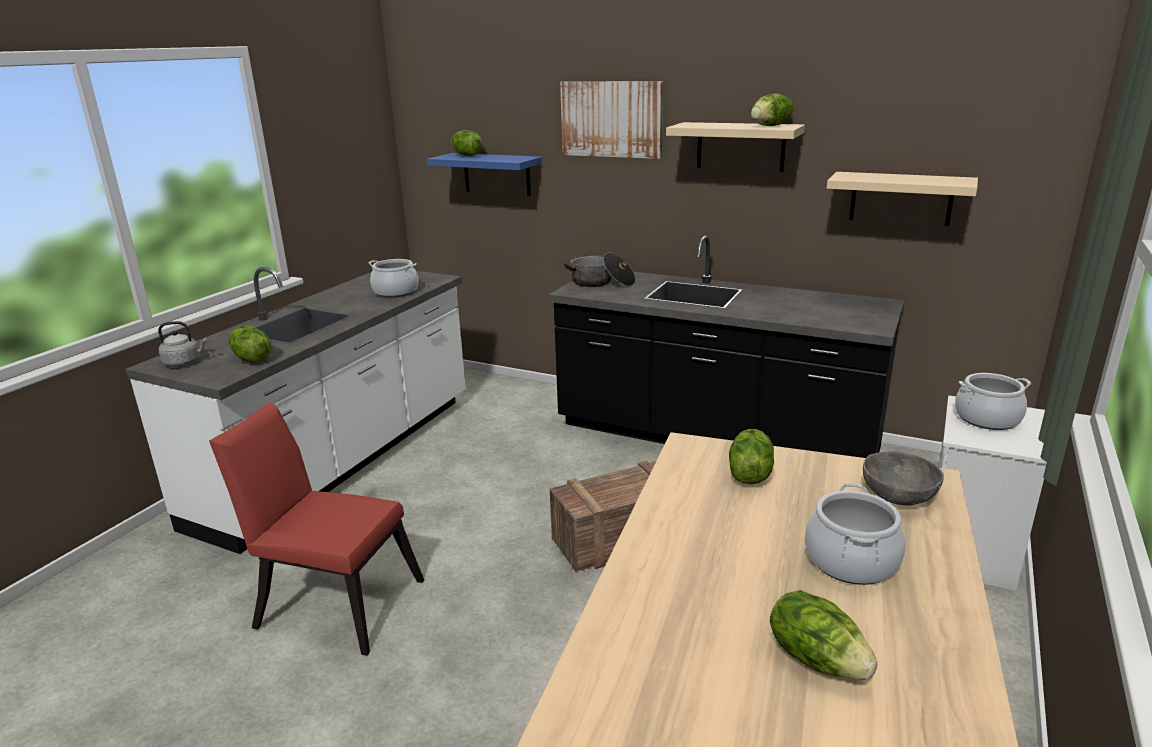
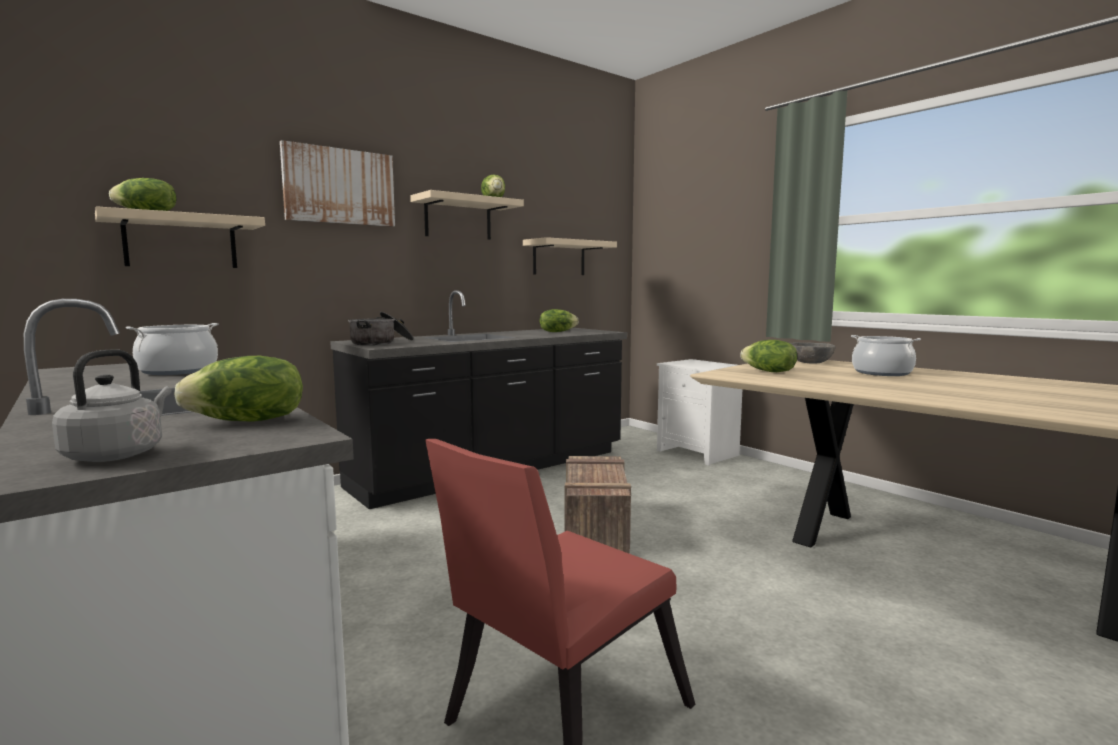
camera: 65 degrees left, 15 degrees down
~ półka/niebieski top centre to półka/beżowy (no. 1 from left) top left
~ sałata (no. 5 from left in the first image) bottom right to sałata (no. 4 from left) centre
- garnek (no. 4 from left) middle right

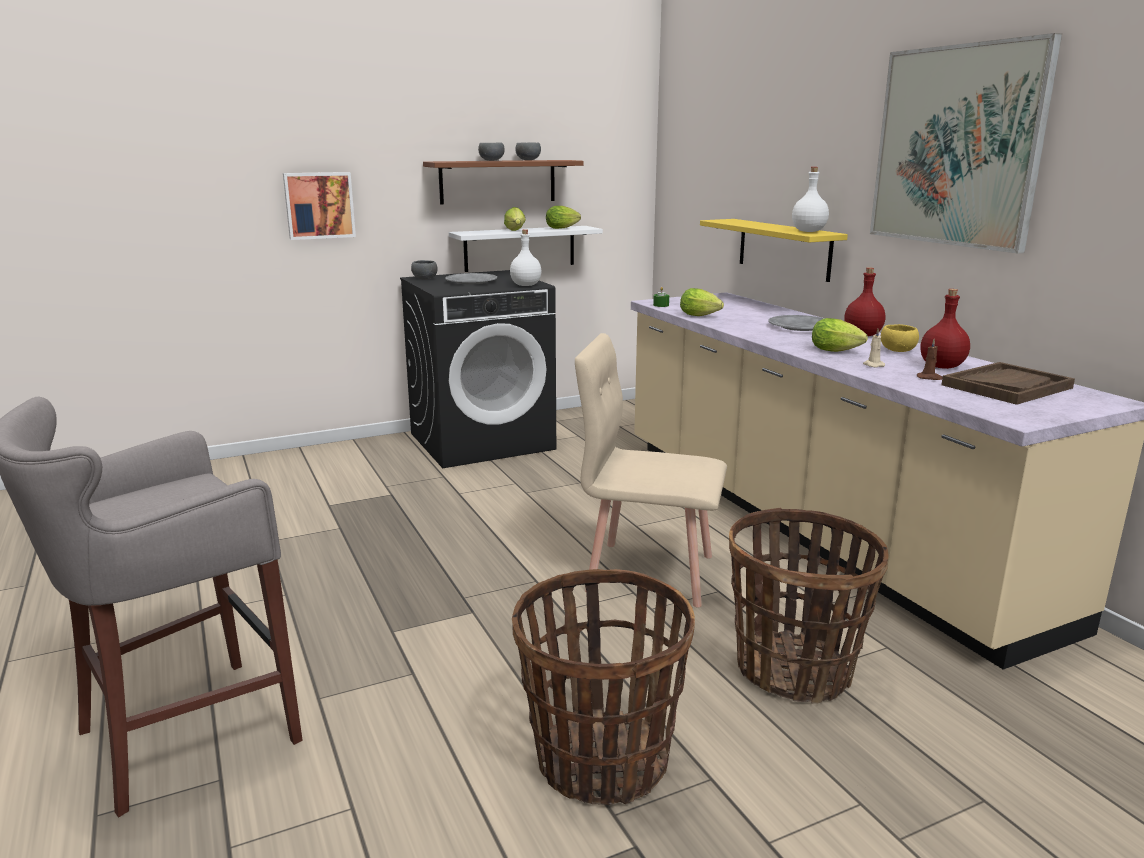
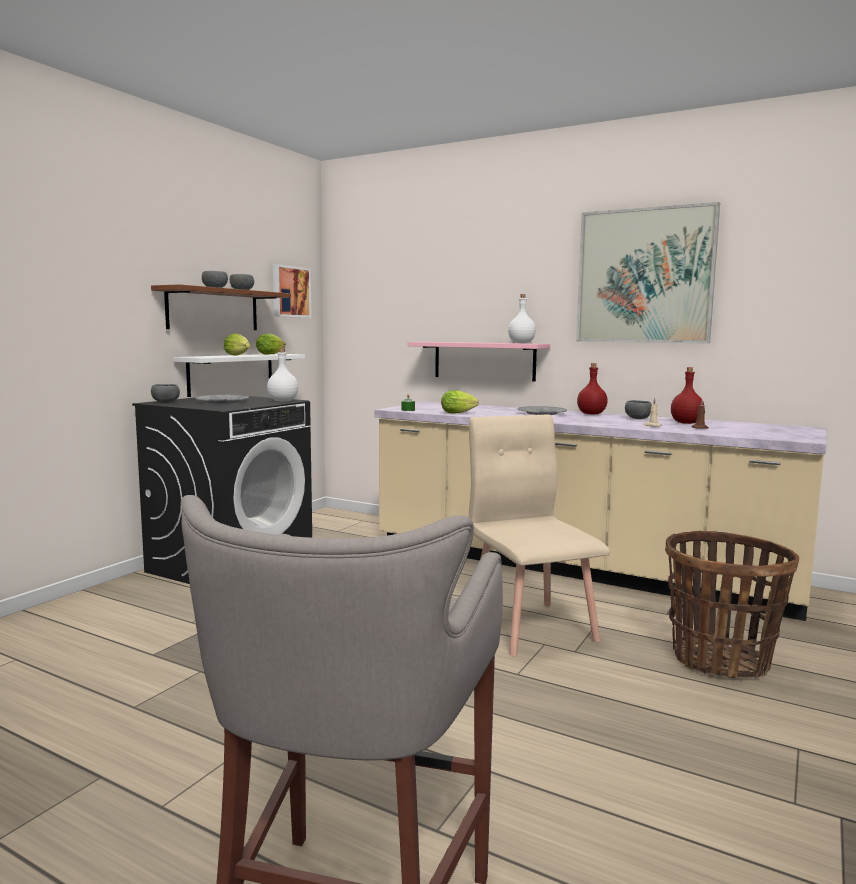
camera: 35 degrees left, 10 degrees down
~ obraz (no. 1 from left) top left to top centre
- koszyk (no. 1 from left) bottom centre
~ krzesło/beżowy centre = centre 90 degrees clockwise
~ półka/żółty top right to półka/różowy centre
- sałata (no. 4 from left) middle right
~ miska/żółty middle right to miska/szary (no. 4 from left) middle right
- taca/brązowy middle right

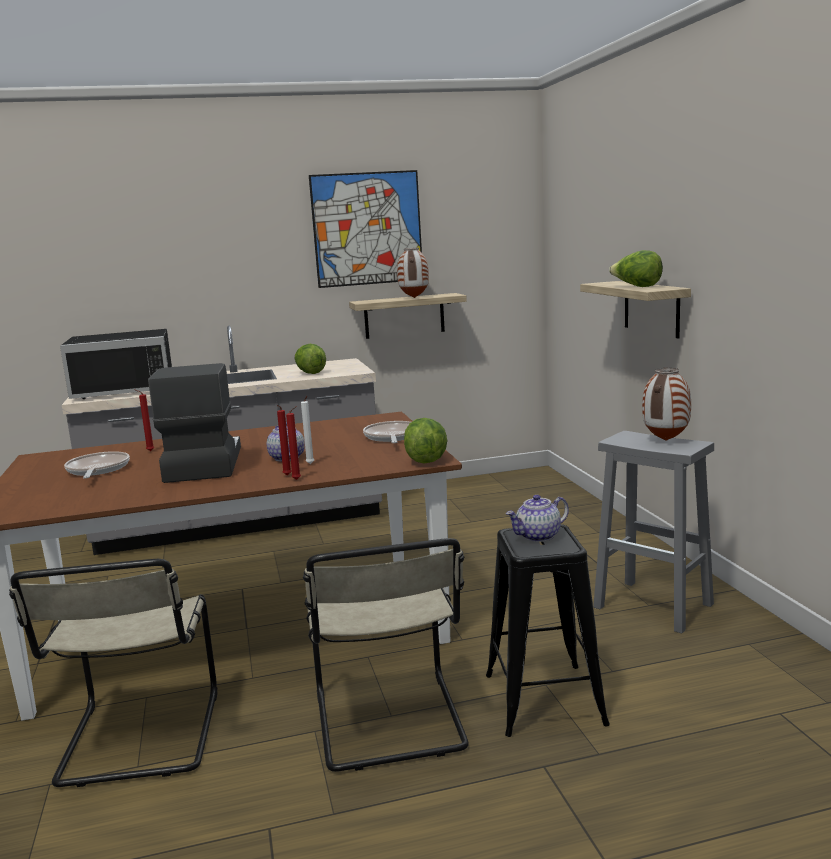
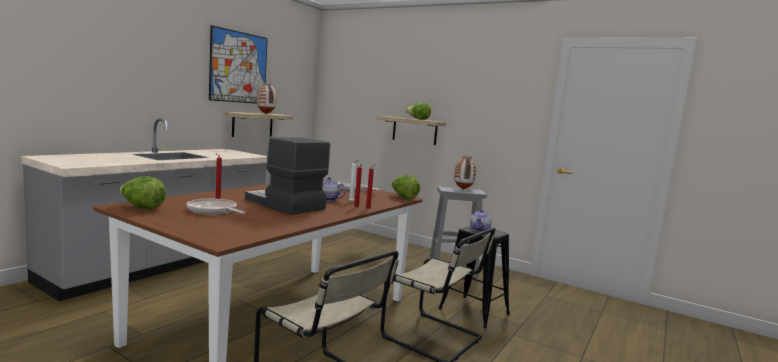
camera: 45 degrees left, 5 degrees down
- mikrofalówka/czarny middle left
~ sałata (no. 1 from left) centre to middle left

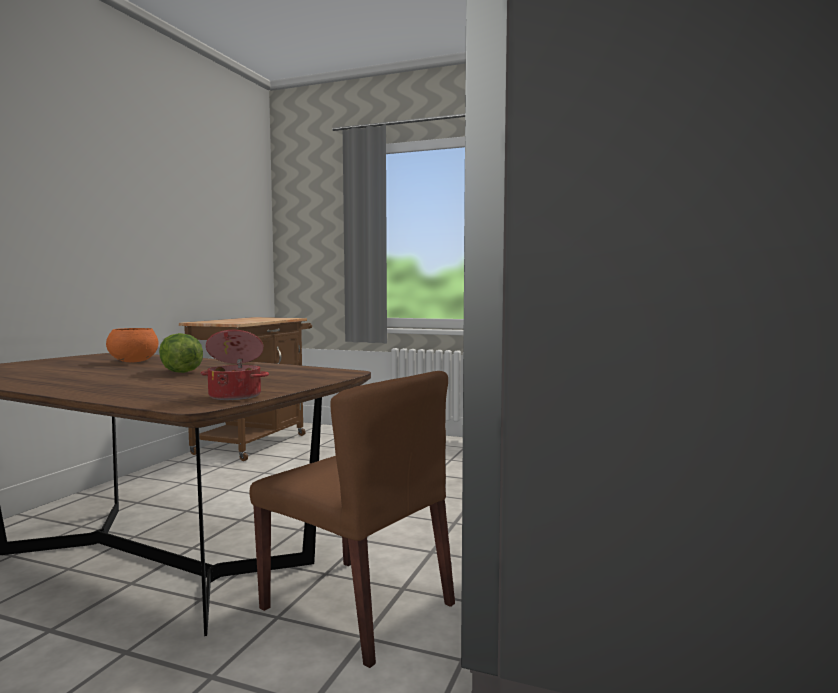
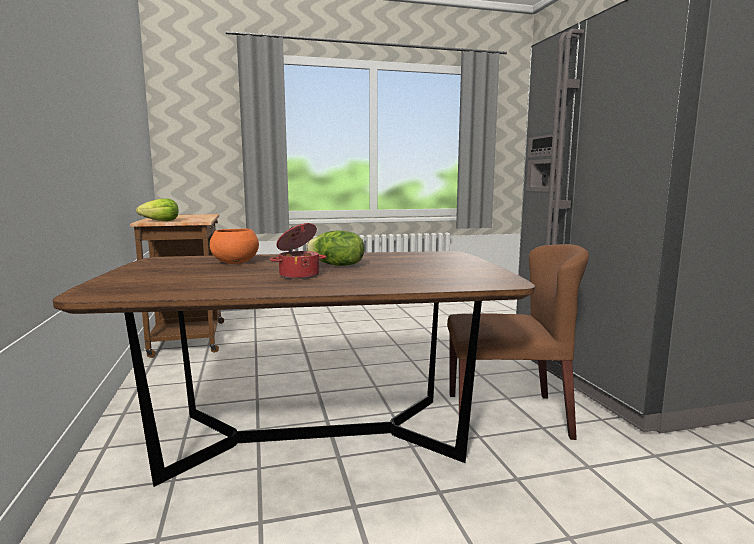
camera: 35 degrees left, 5 degrees up
~ garnek middle left to centre
+ sałata (no. 1 from left) middle left

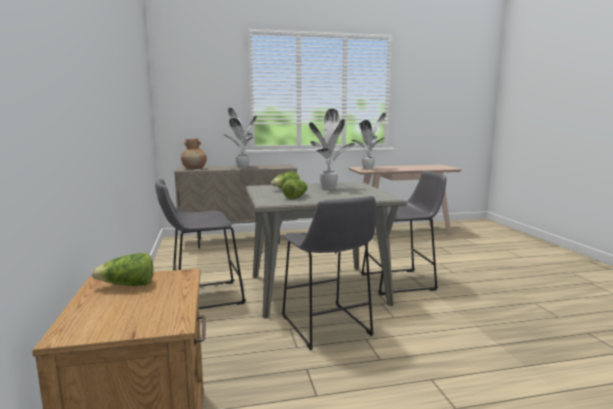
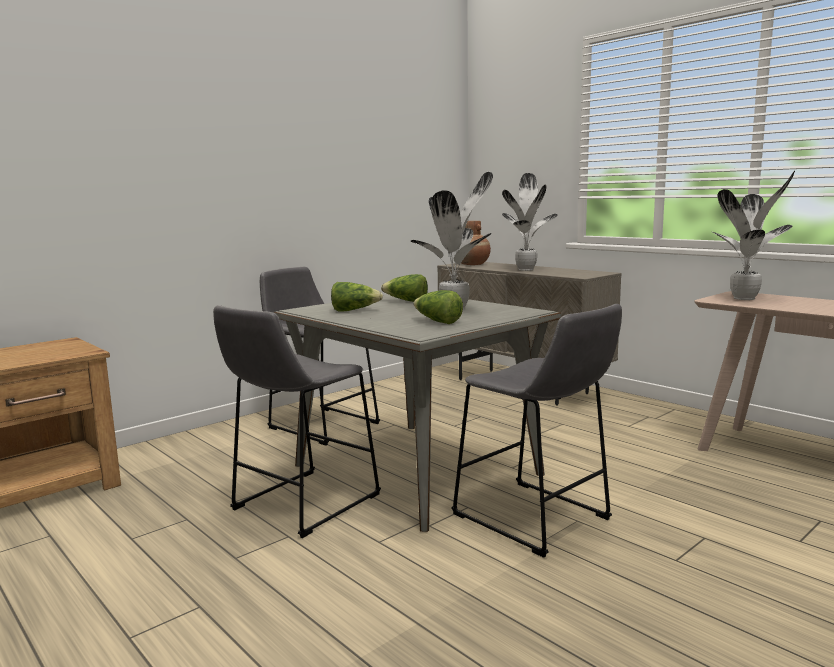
camera: 60 degrees right, 0 degrees up
~ sałata (no. 1 from left in the first image) middle left to sałata (no. 3 from left) centre

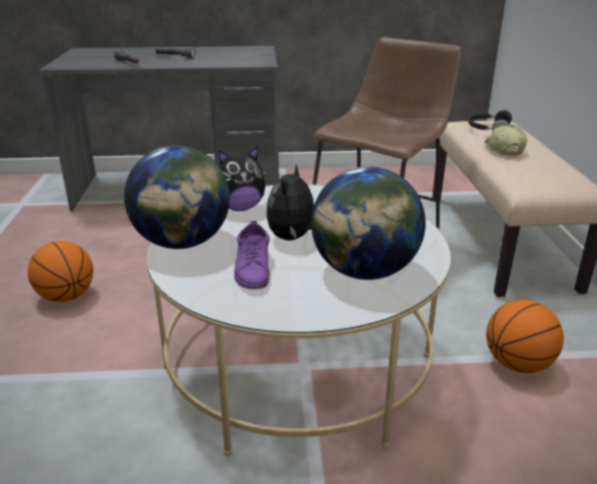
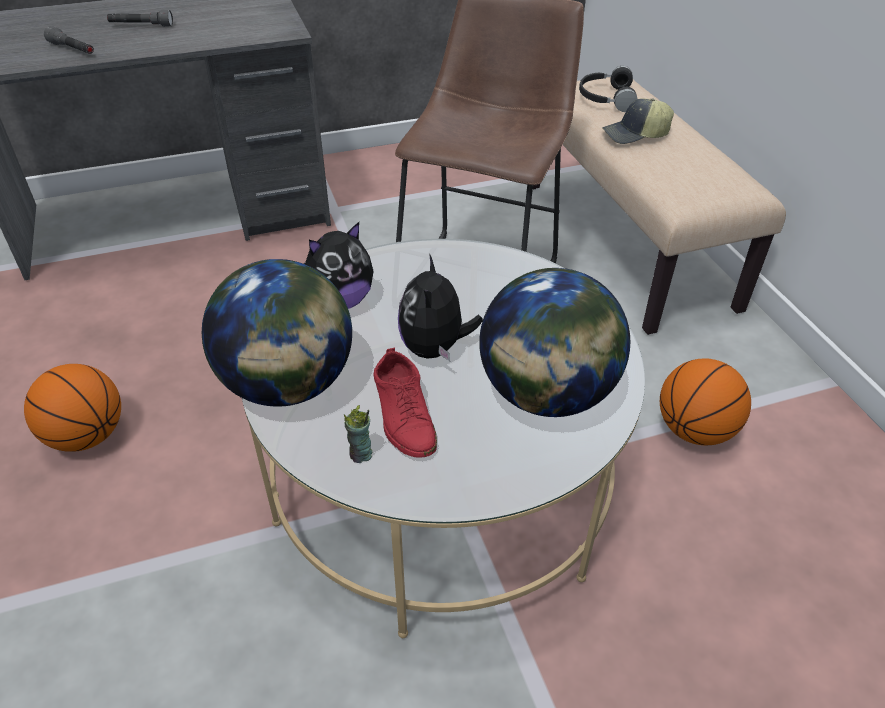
camera: 15 degrees left, 15 degrees up
~ but/fioletowy centre to but/czerwony centre
~ czapka z daszkiem top right = top right 90 degrees counterclockwise
+ filiżanka centre

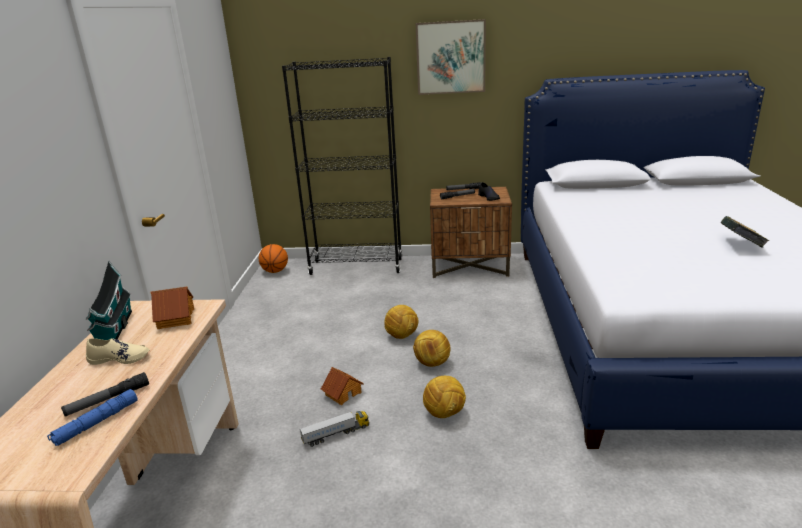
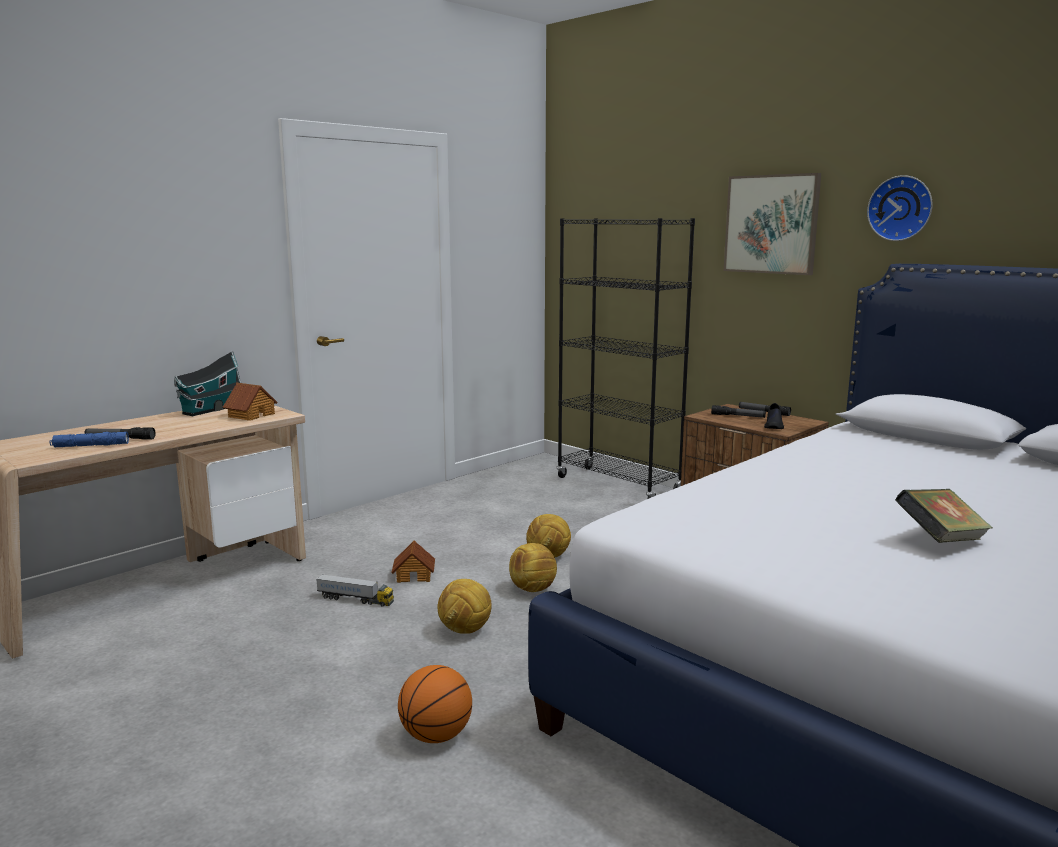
camera: 40 degrees right, 10 degrees down
- but/beżowy middle left
~ piłka do koszykówki centre to bottom centre
+ zegar ścienny top right

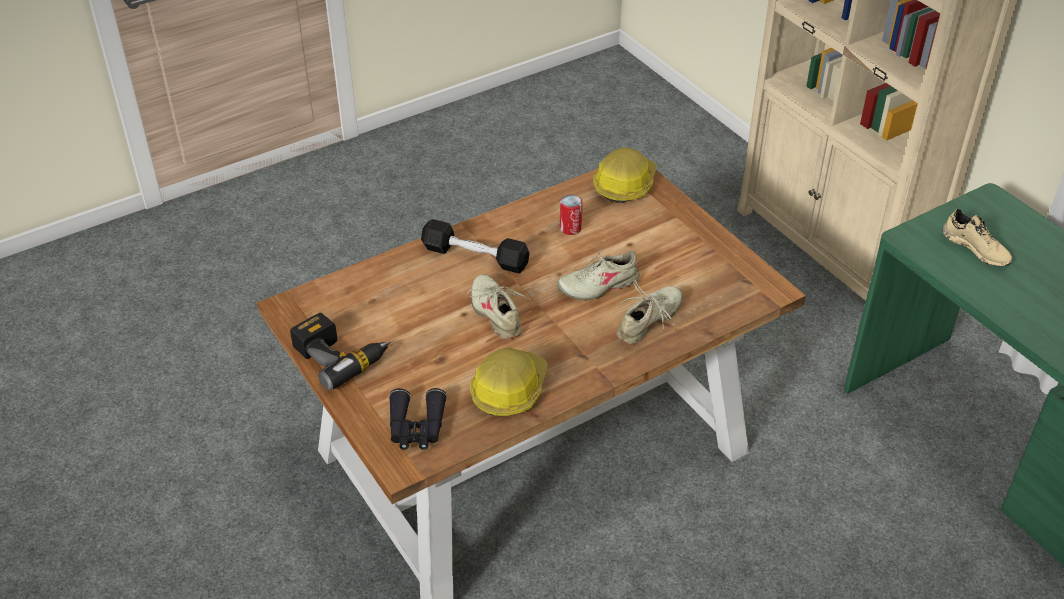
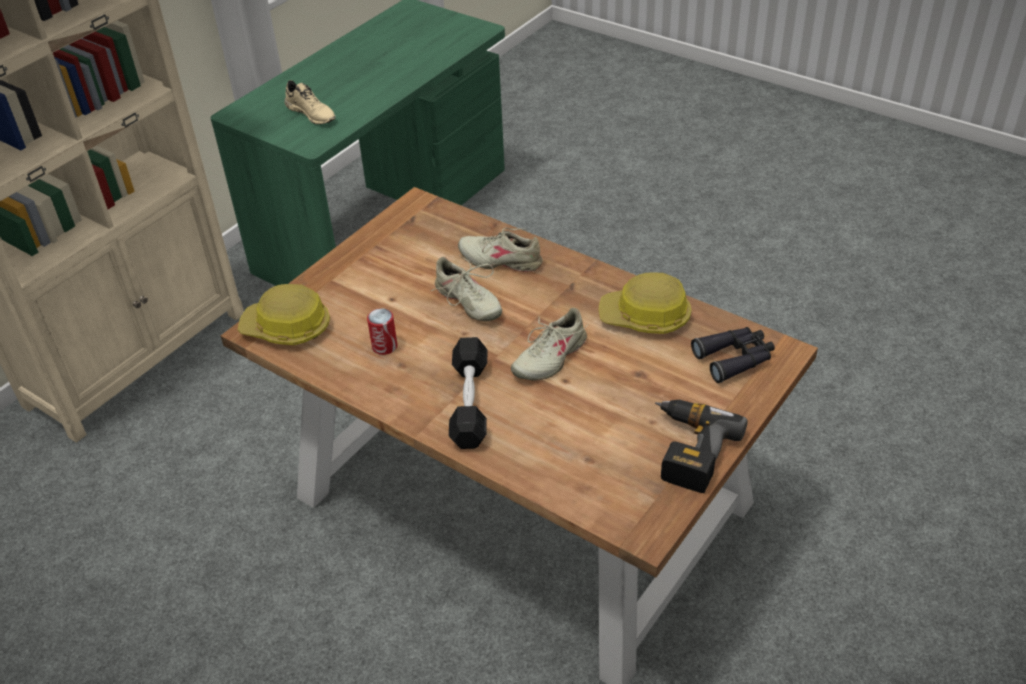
camera: 110 degrees left, 0 degrees up
~ but/beżowy (no. 4 from left in the first image) middle right = top left 105 degrees clockwise

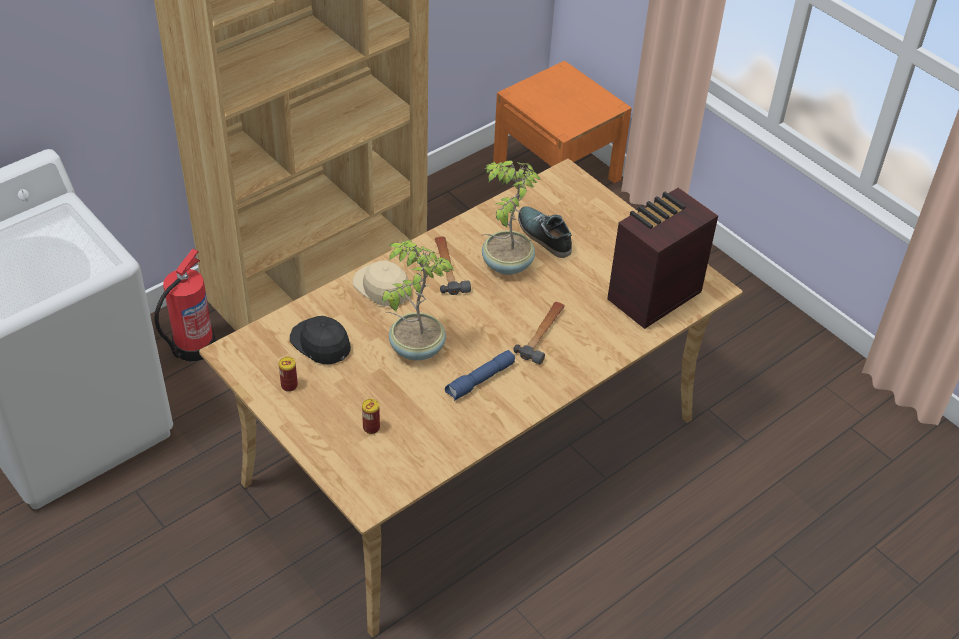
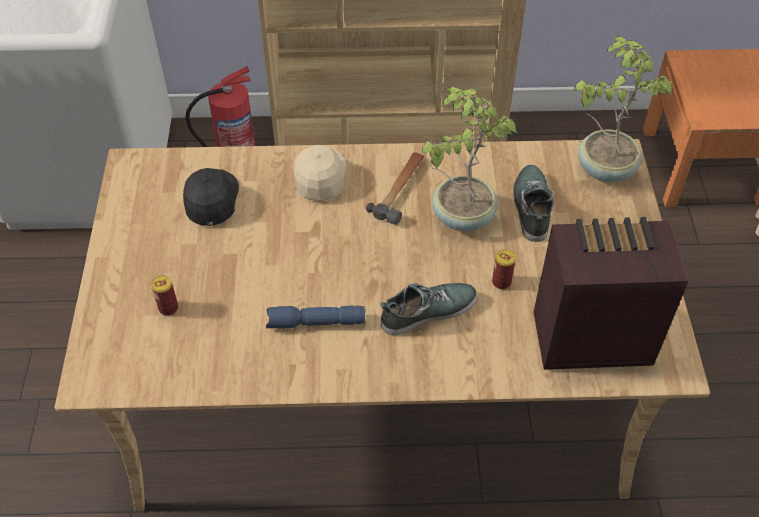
camera: 40 degrees right, 5 degrees up
~ puszka (no. 1 from left in the first image) middle left to puszka (no. 2 from left) centre
~ roślina doniczkowa (no. 1 from left in the first image) centre to roślina doniczkowa (no. 2 from left) top right
~ młotek (no. 2 from left) centre to but (no. 1 from left) centre

